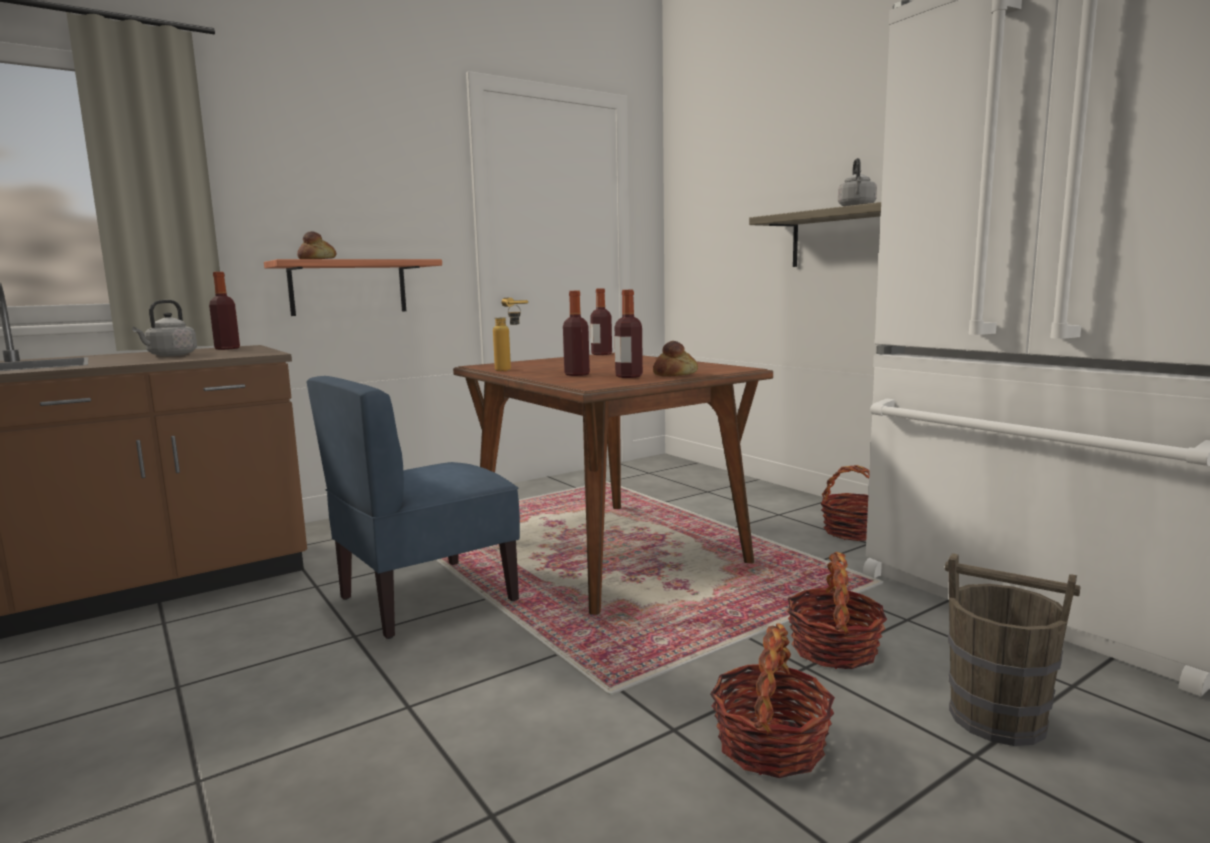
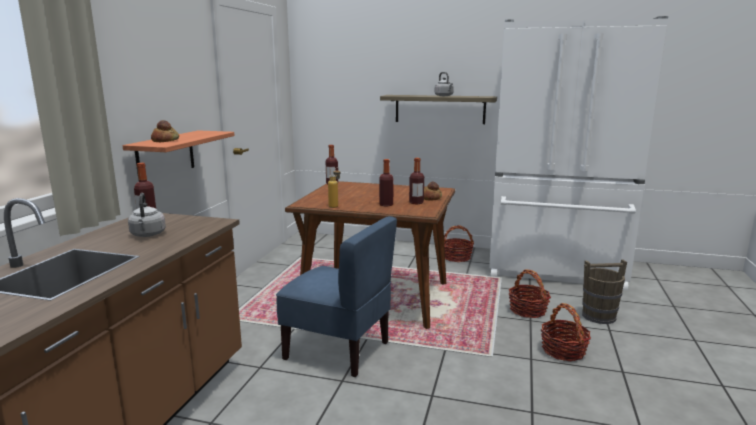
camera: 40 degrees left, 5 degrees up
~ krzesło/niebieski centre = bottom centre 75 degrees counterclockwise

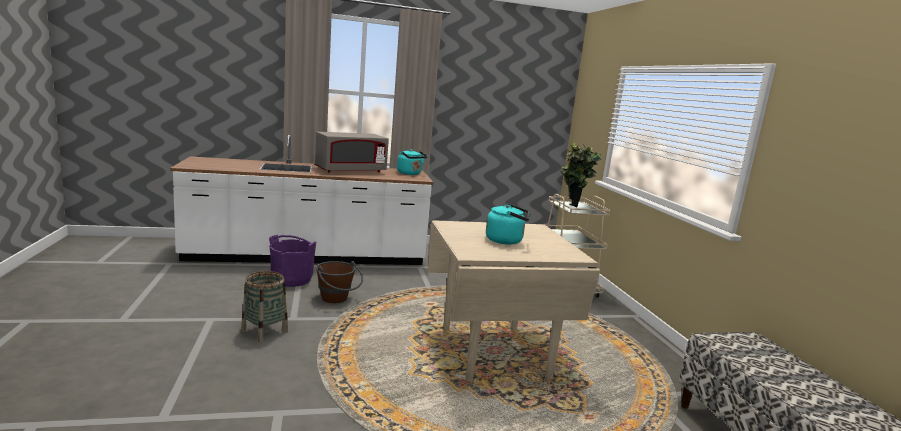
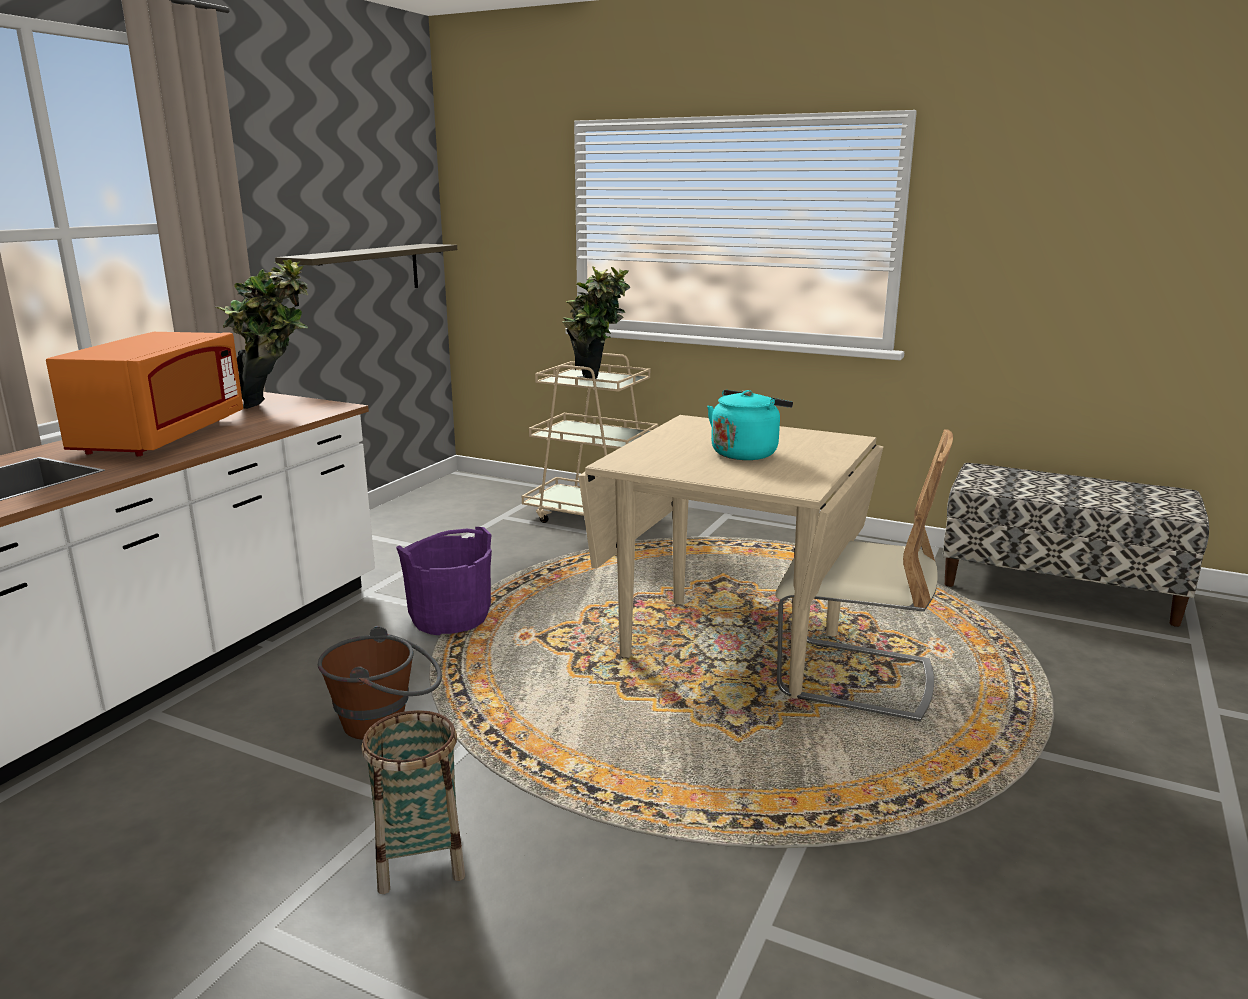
camera: 50 degrees left, 5 degrees up
~ wiadro/fioletowy middle left to centre
~ mikrofalówka/szary centre to mikrofalówka/pomarańczowy middle left
~ czajnik/turkusowy (no. 1 from left) centre to roślina doniczkowa (no. 1 from left) middle left
+ półka top left
+ krzesło/beżowy middle right

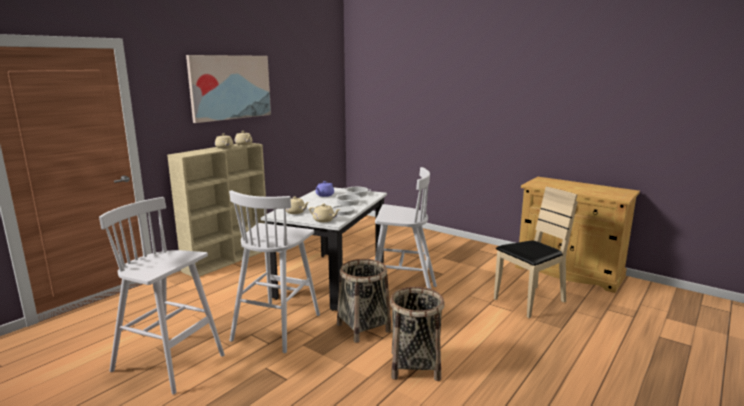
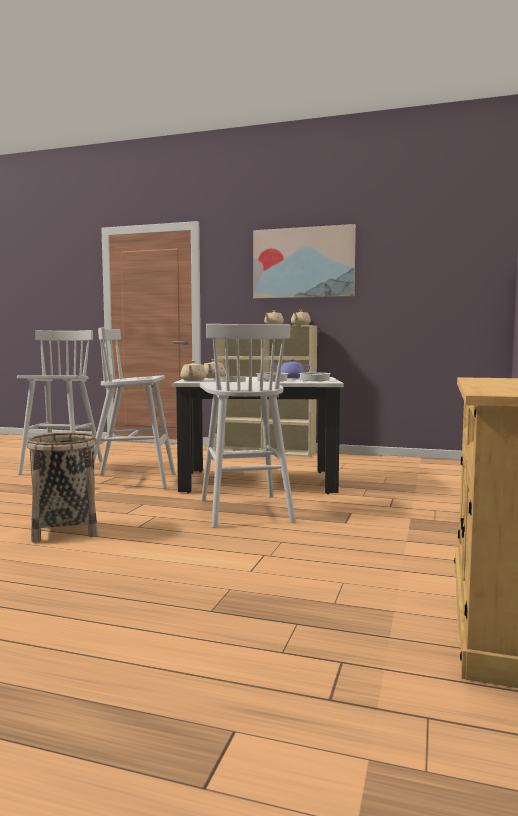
camera: 70 degrees right, 10 degrees down
- koszyk (no. 1 from left) bottom centre
- krzesło/beżowy middle right

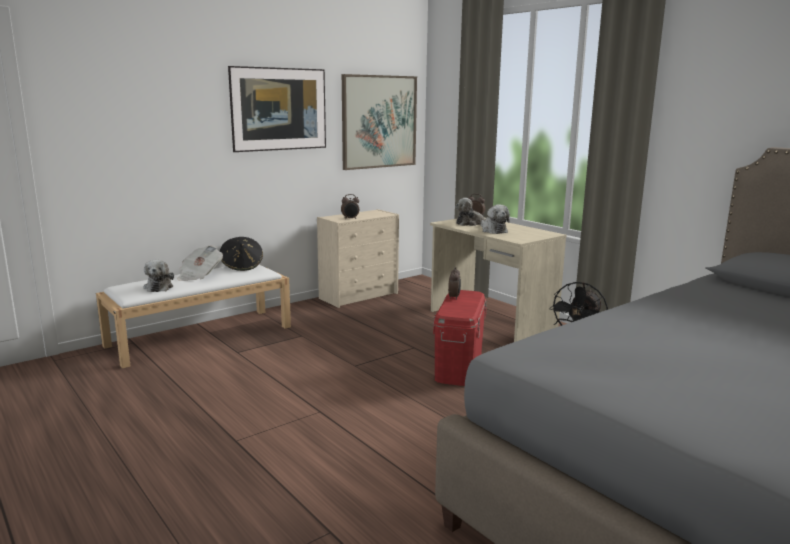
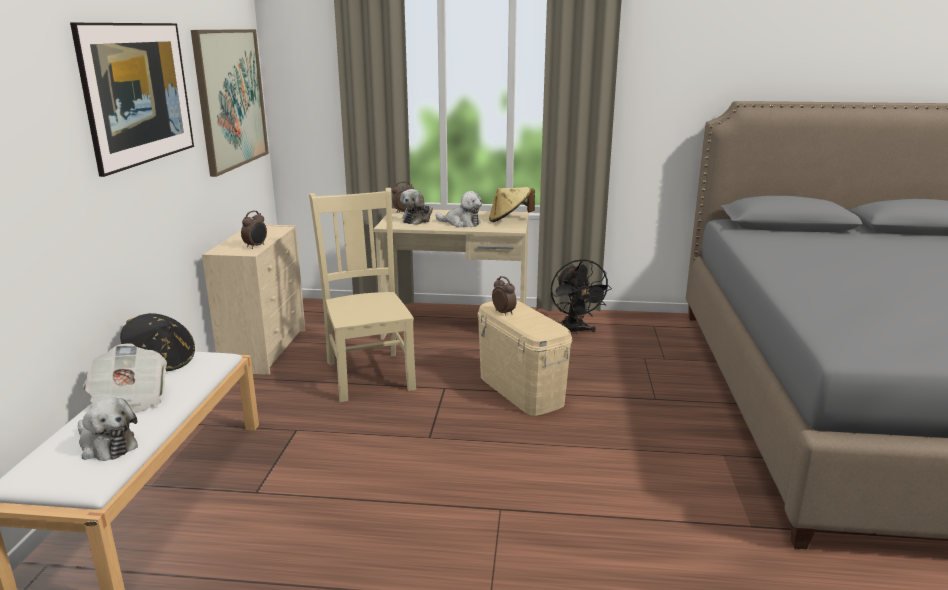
camera: 45 degrees left, 5 degrees up
~ pojemnik do przechowywania/czerwony centre to pojemnik do przechowywania/beżowy centre
+ krzesło/beżowy centre
+ kapelusz/beżowy centre

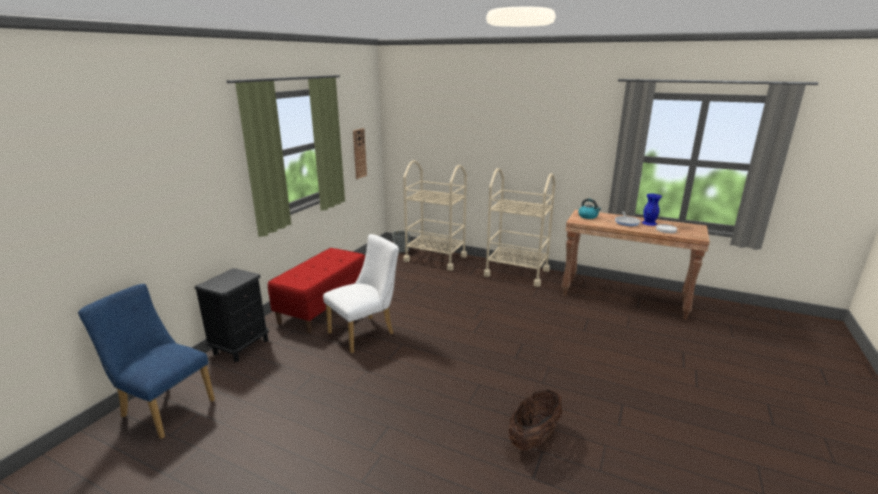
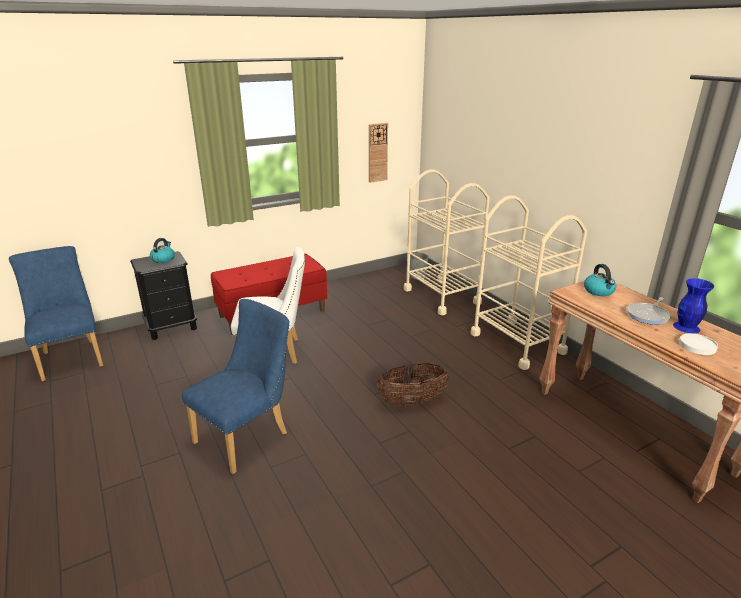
camera: 35 degrees right, 5 degrees up
~ koszyk bottom centre to centre
+ czajnik (no. 1 from left) middle left
+ krzesło/niebieski (no. 2 from left) middle left

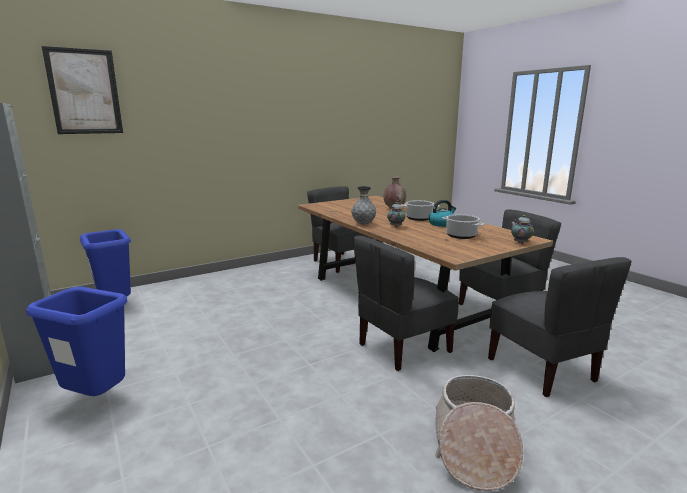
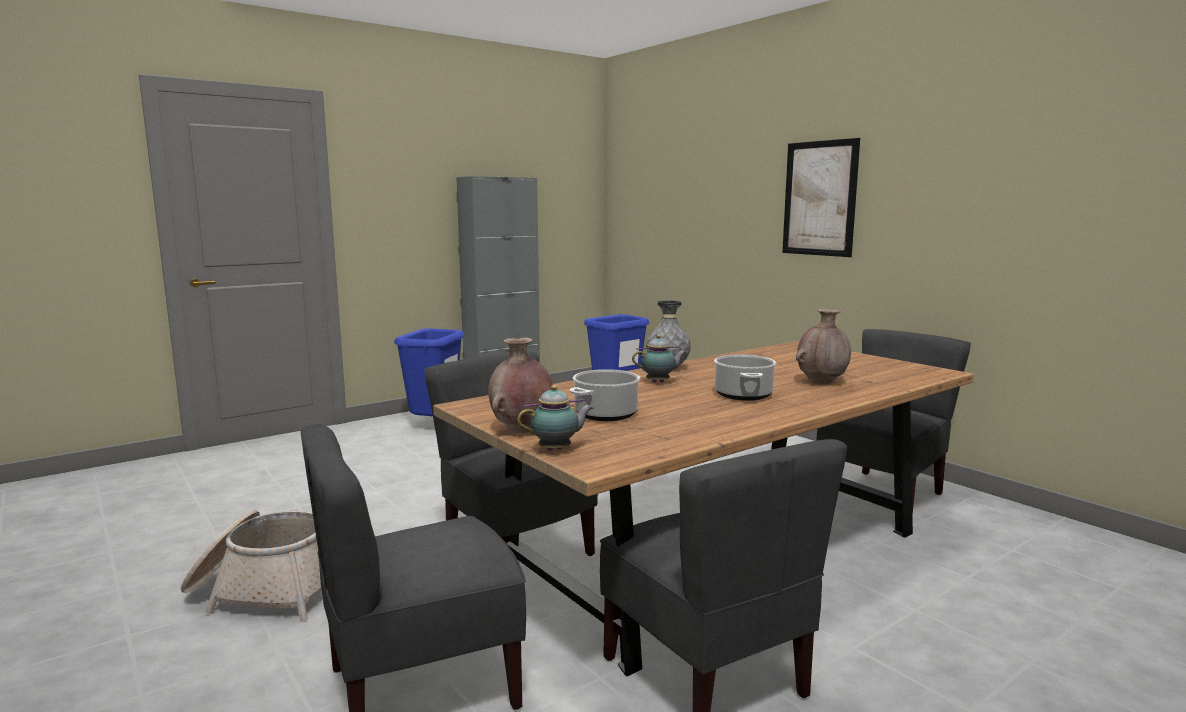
camera: 85 degrees right, 5 degrees down
~ obraz top left to top right
- czajnik centre
+ wazon/brązowy (no. 1 from left) centre

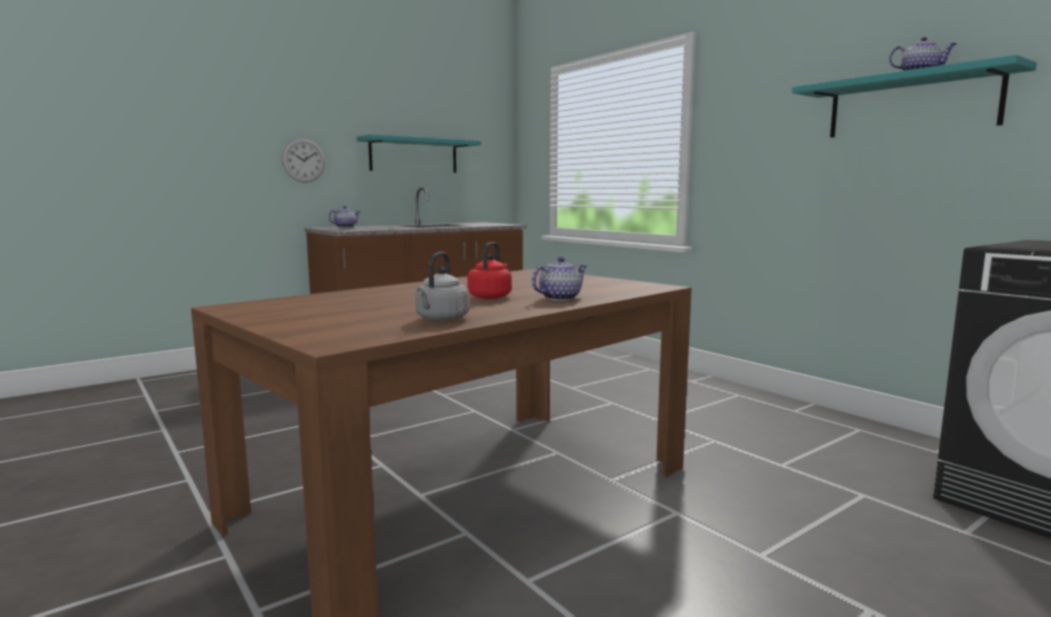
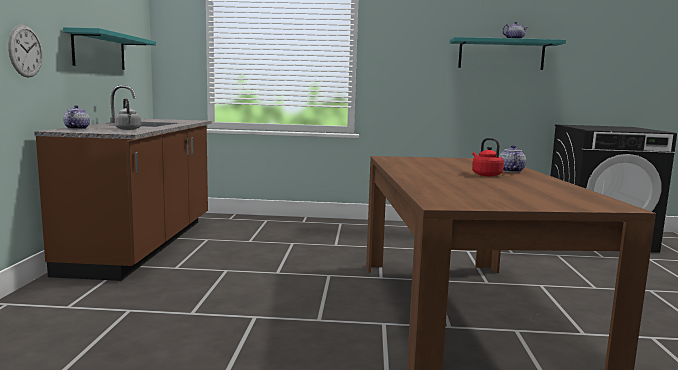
camera: 50 degrees left, 0 degrees up
~ czajnik/szary centre to top left

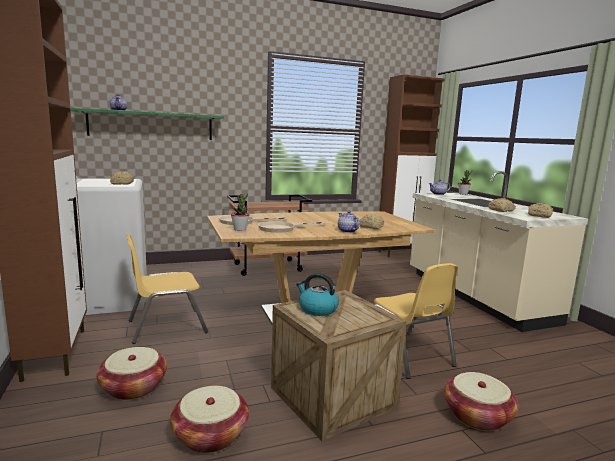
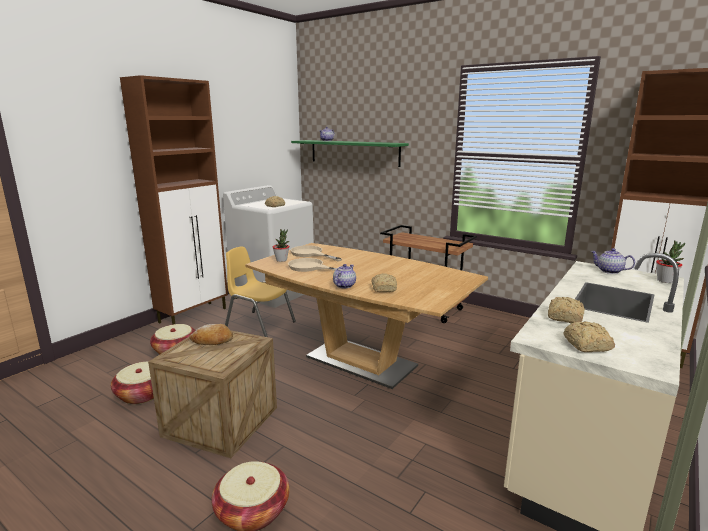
camera: 55 degrees right, 5 degrees up
~ czajnik centre to chleb (no. 1 from left) middle left
- krzesło/żółty (no. 2 from left) bottom right

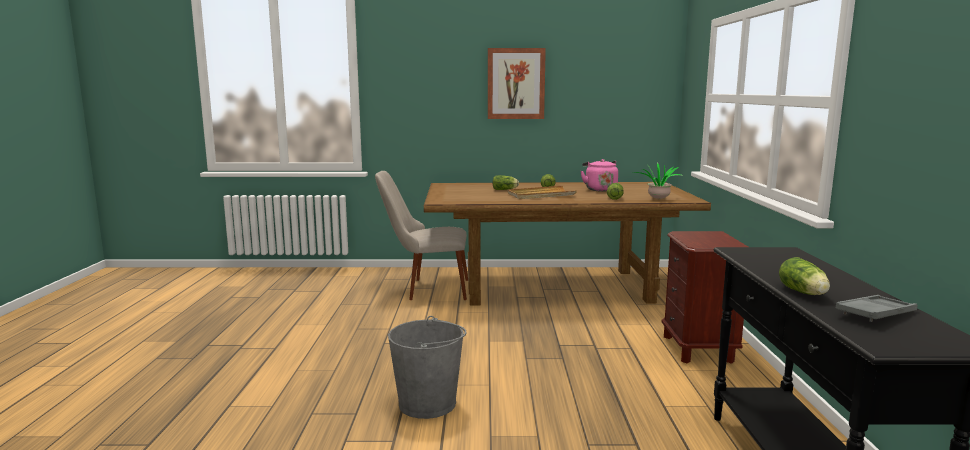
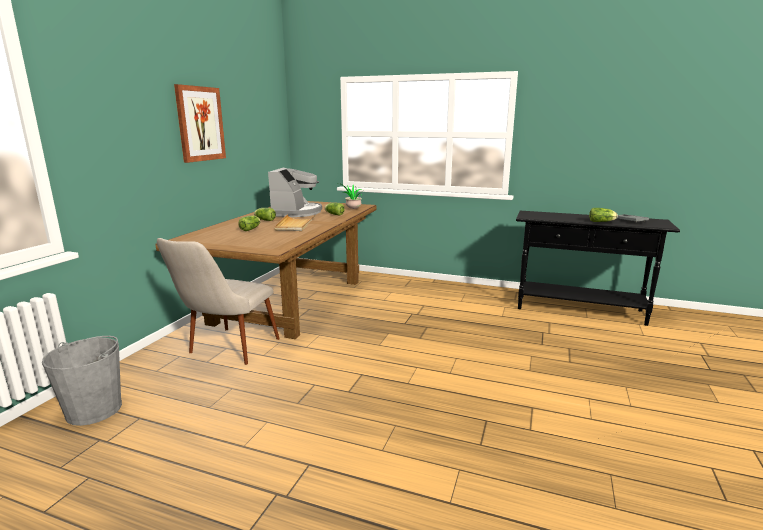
camera: 70 degrees left, 5 degrees up
~ wiadro/szary bottom centre to bottom left
~ czajnik/różowy centre to ekspres do kawy centre
- szafka nocna/brązowy middle right

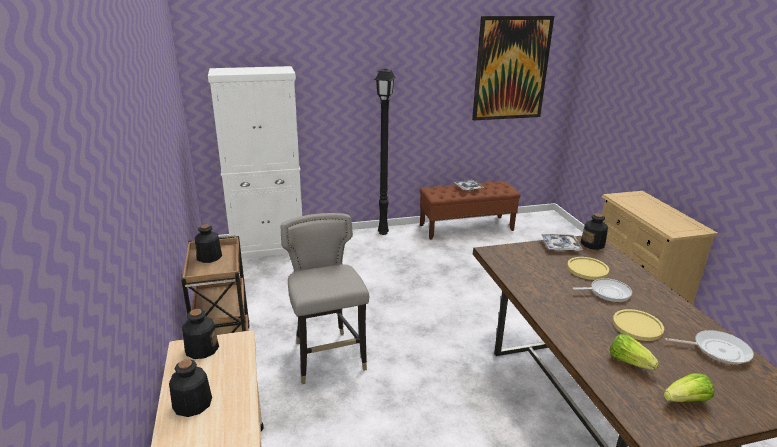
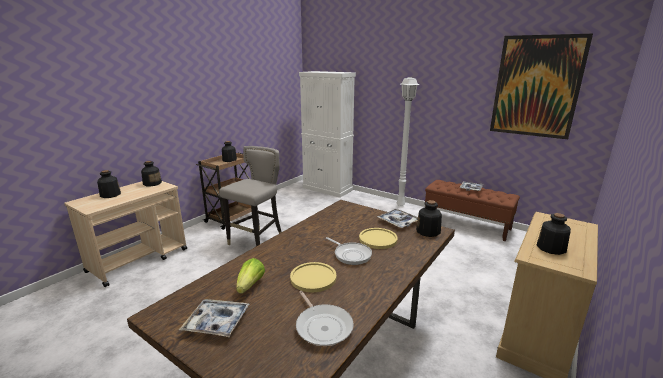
camera: 50 degrees right, 5 degrees down
~ lampa stojąca/czarny centre to lampa stojąca/biały centre
~ sałata (no. 2 from left) bottom right to taca (no. 1 from left) bottom left
+ butelka (no. 5 from left) middle right

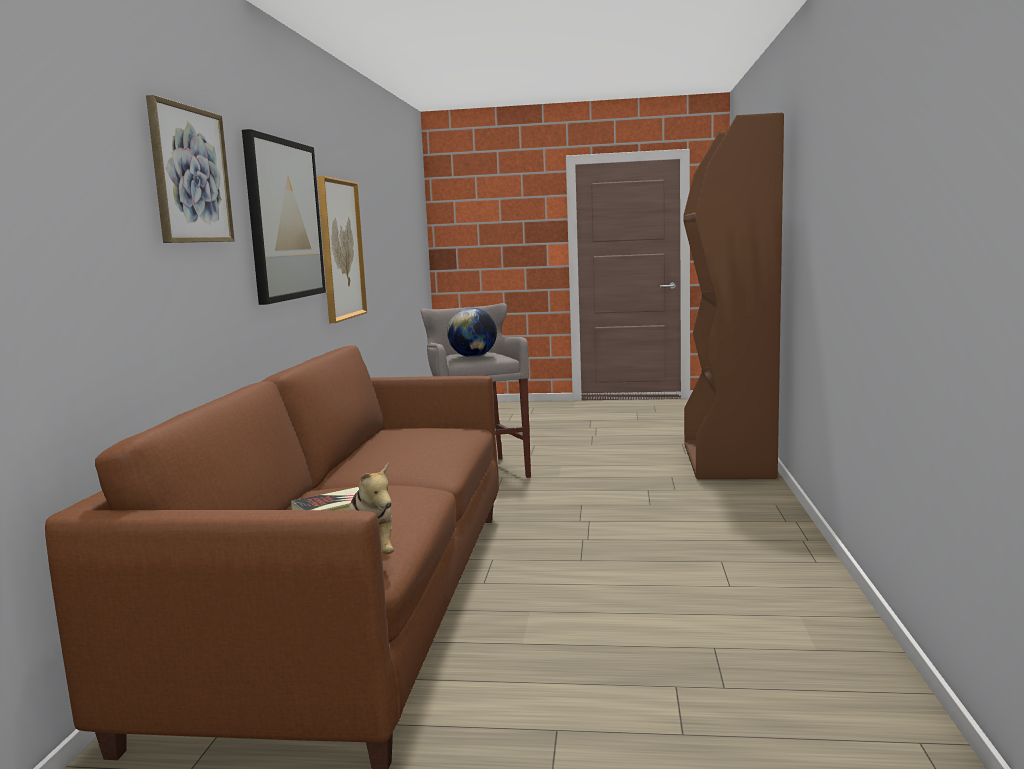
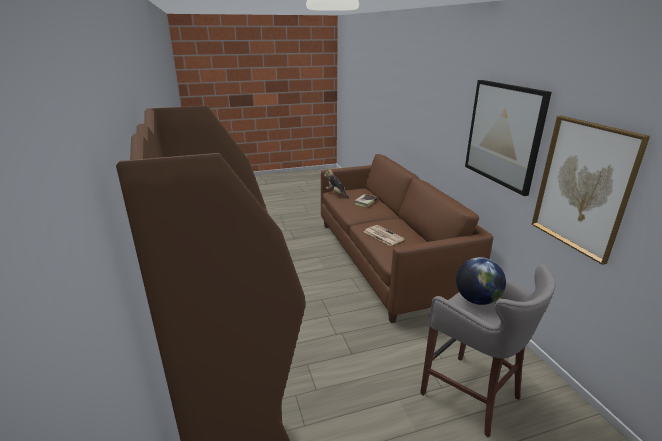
camera: 155 degrees right, 15 degrees up
- obraz (no. 1 from left) top left
+ gazeta centre

